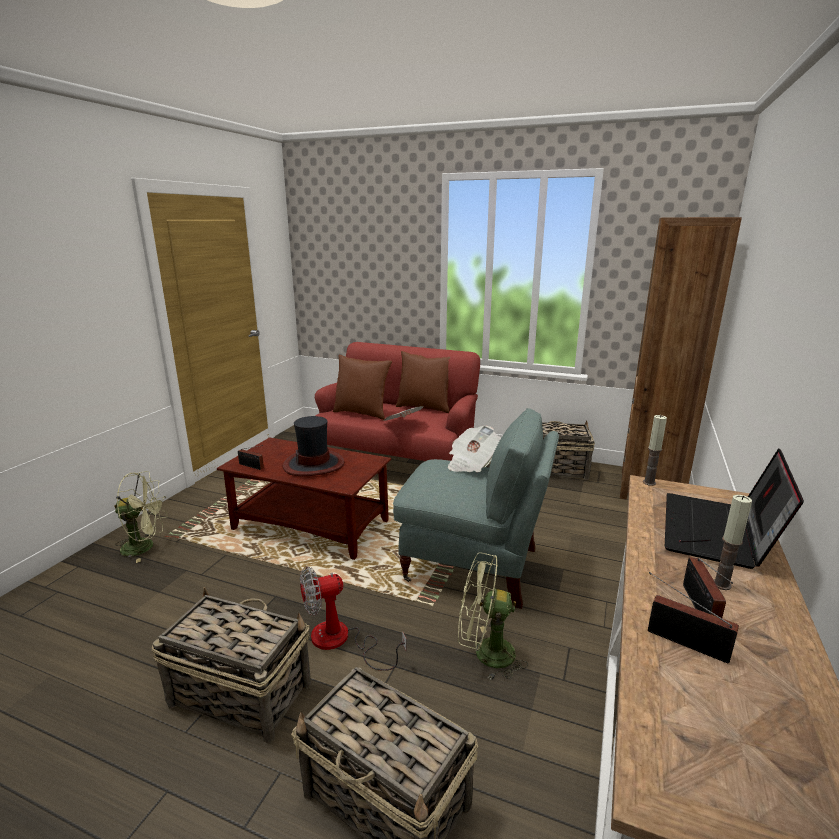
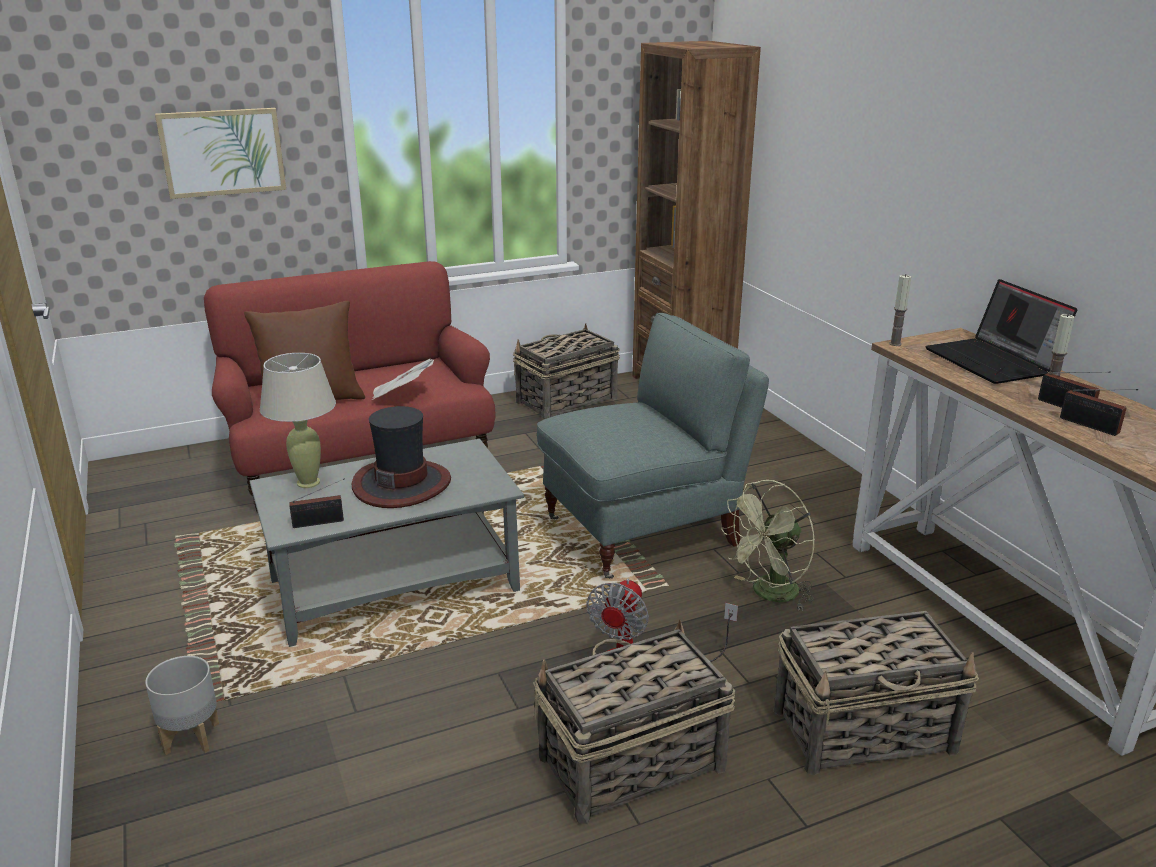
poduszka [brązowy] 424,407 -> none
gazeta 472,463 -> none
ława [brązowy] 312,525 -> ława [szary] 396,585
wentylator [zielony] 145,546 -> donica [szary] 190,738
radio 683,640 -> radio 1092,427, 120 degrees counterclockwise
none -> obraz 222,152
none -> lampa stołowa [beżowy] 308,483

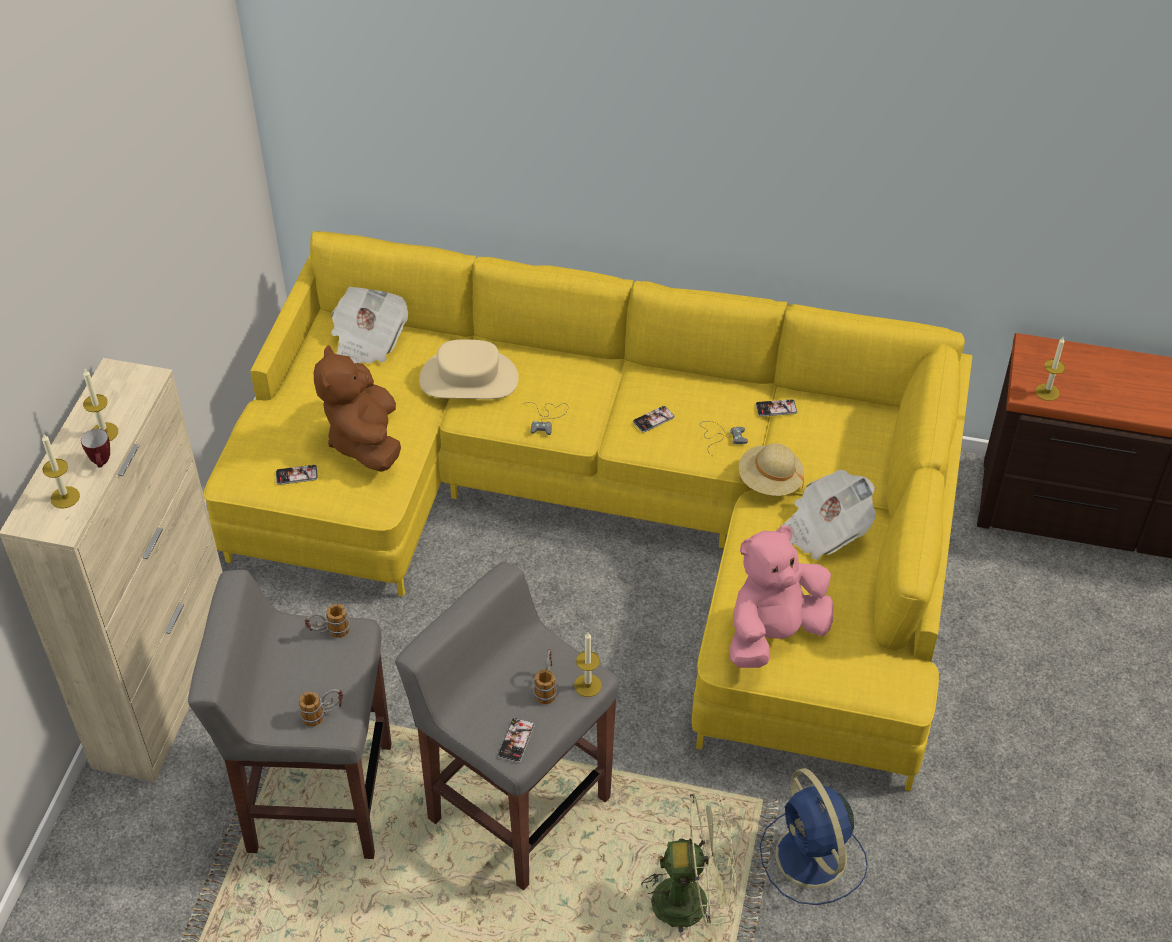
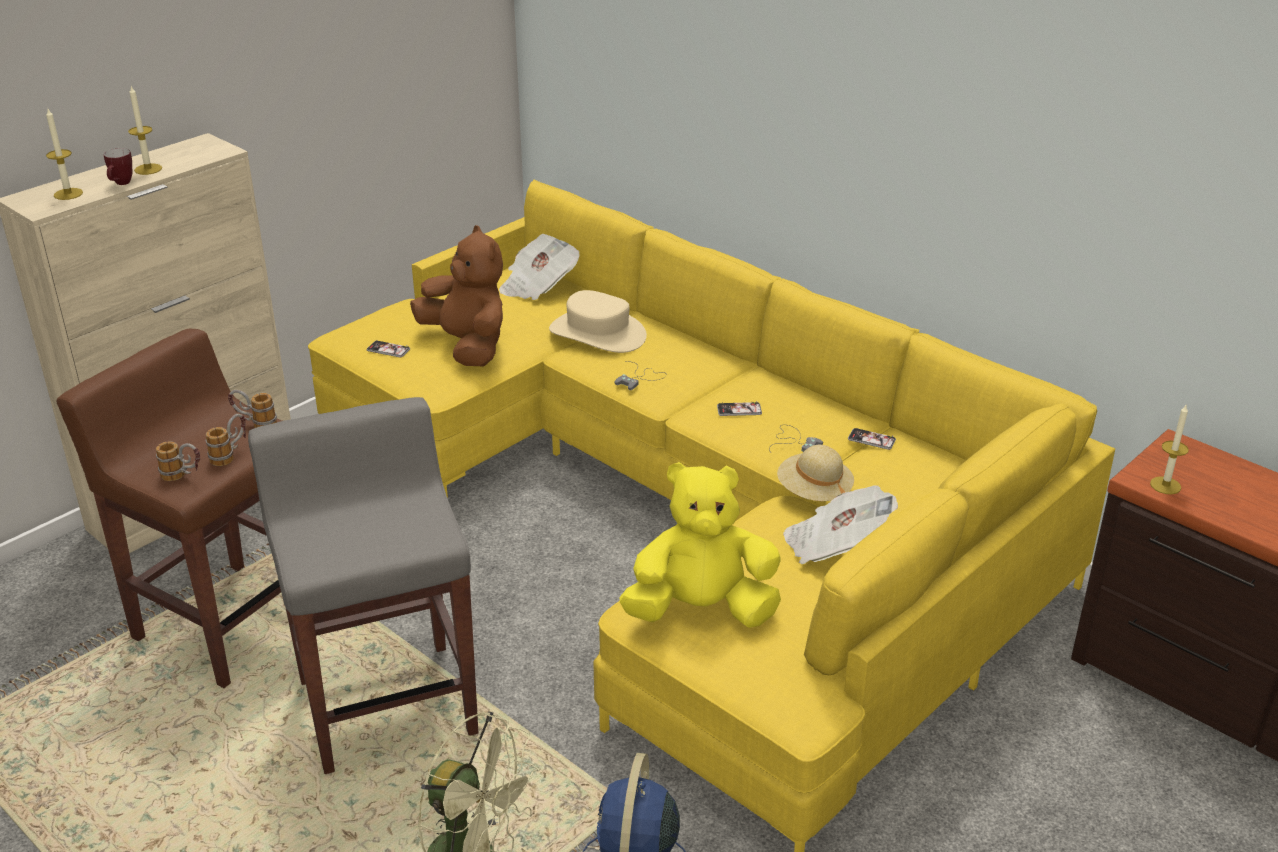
pluszak [brązowy] 365,441 -> pluszak [brązowy] 467,346, 120 degrees clockwise
pluszak [różowy] 774,634 -> pluszak [żółty] 701,610
stołek [szary] 317,796 -> stołek [brązowy] 229,622
świeca 587,685 -> none
kubek 546,686 -> kubek 230,454, relocated
telefon 516,740 -> none

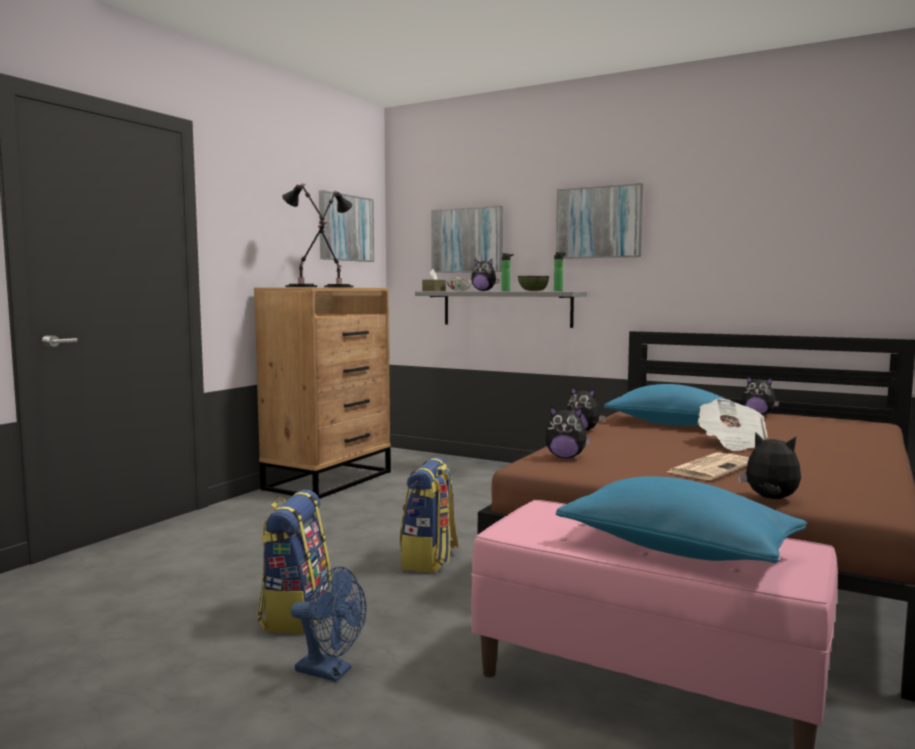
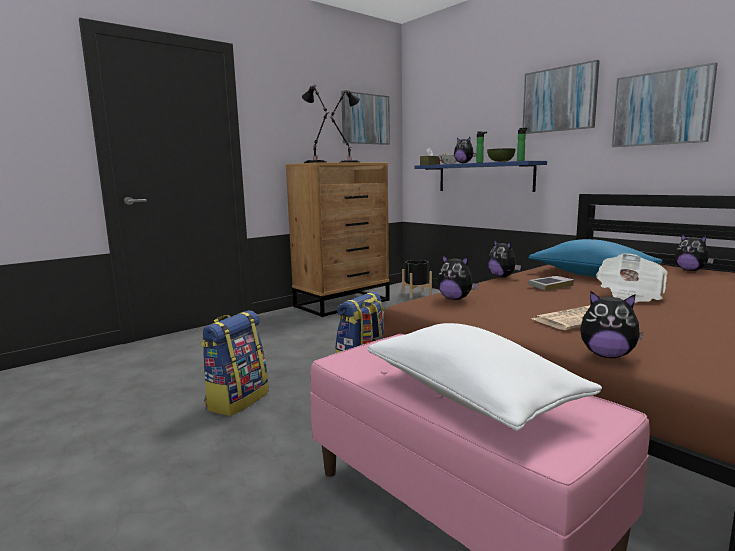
obraz 467,240 -> obraz 661,108, relocated
półka [szary] 506,308 -> półka [niebieski] 484,177
pluszak 770,499 -> pluszak 607,355, 150 degrees clockwise
poduszka [niebieski] 676,549 -> poduszka [biały] 470,396
wentylator [niebieski] 331,672 -> none
none -> donica [czarny] 416,294
none -> książka 550,286

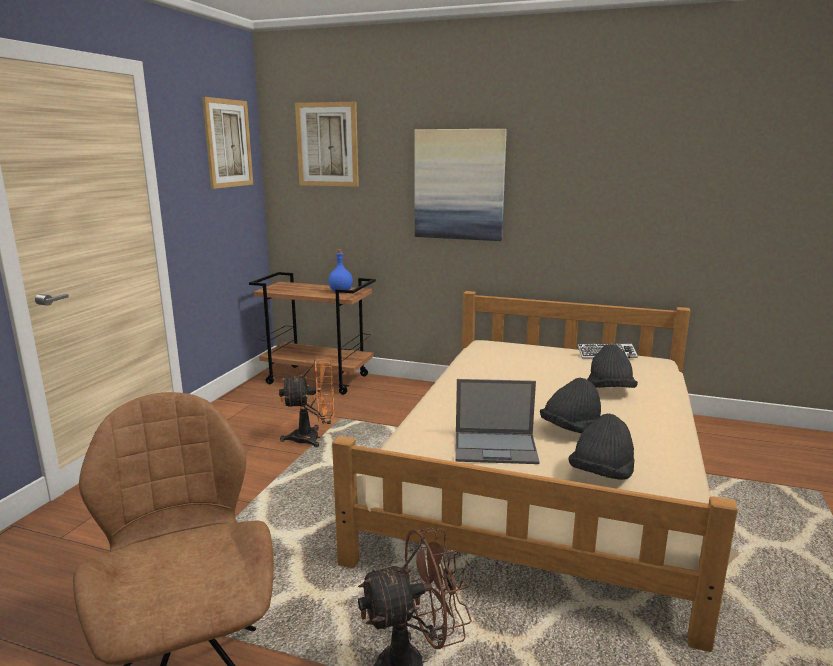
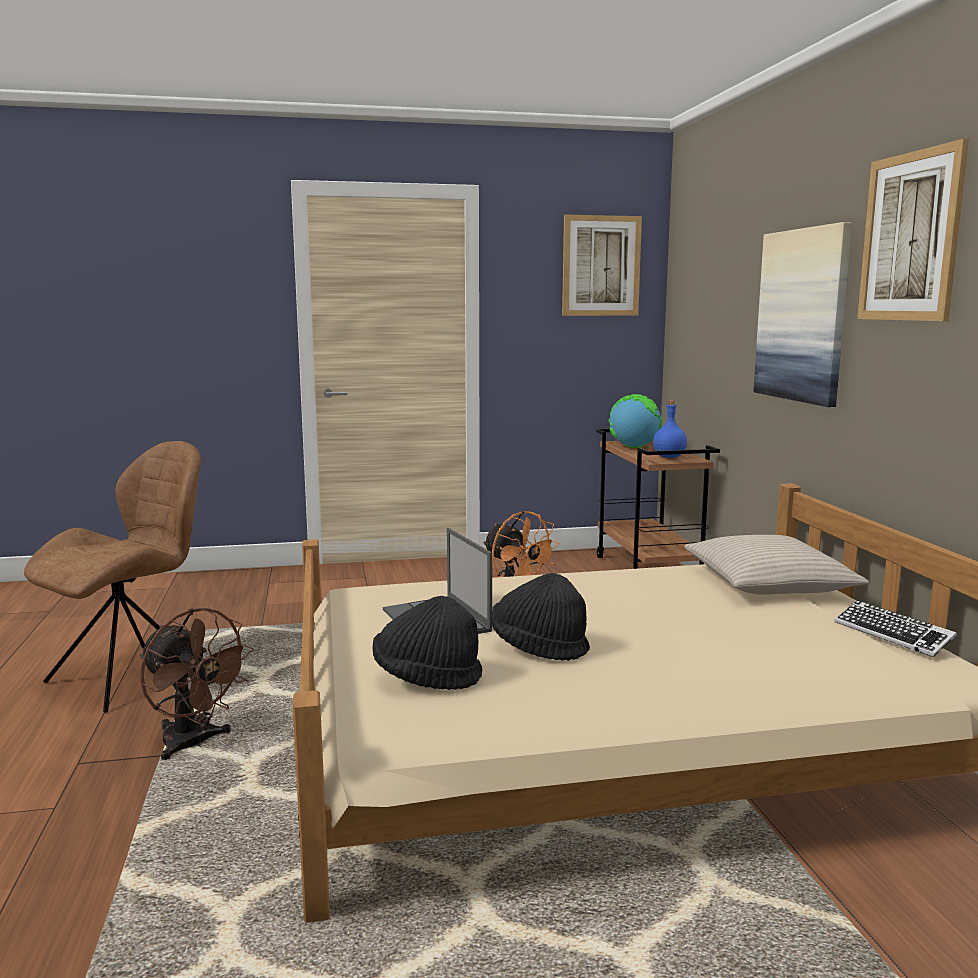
obraz 327,144 -> obraz 910,237, relocated
kapelusz [czarny] 609,390 -> none
none -> globus 633,447
none -> poduszka [beżowy] 768,583

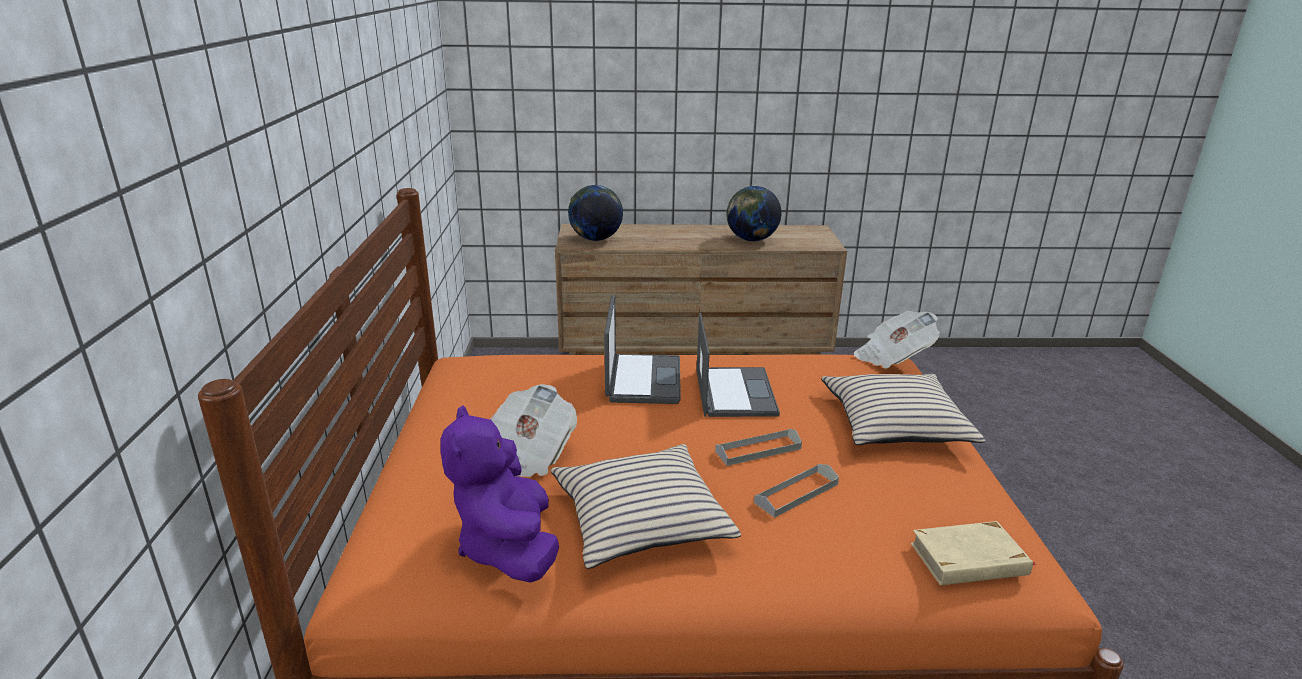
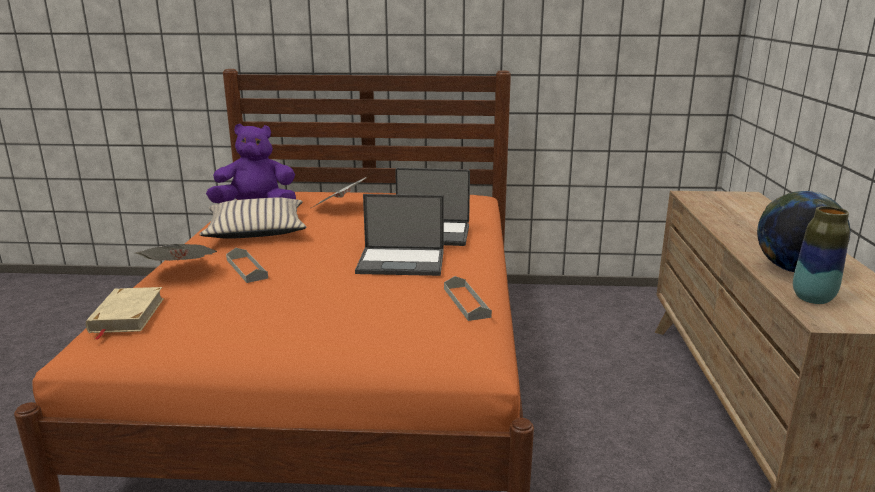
globus 596,239 -> none
gazeta 892,357 -> gazeta 181,272, relocated
poduszka [beżowy] 894,423 -> none
taca [szary] 758,450 -> taca [szary] 466,302, relocated
none -> wazon 812,299

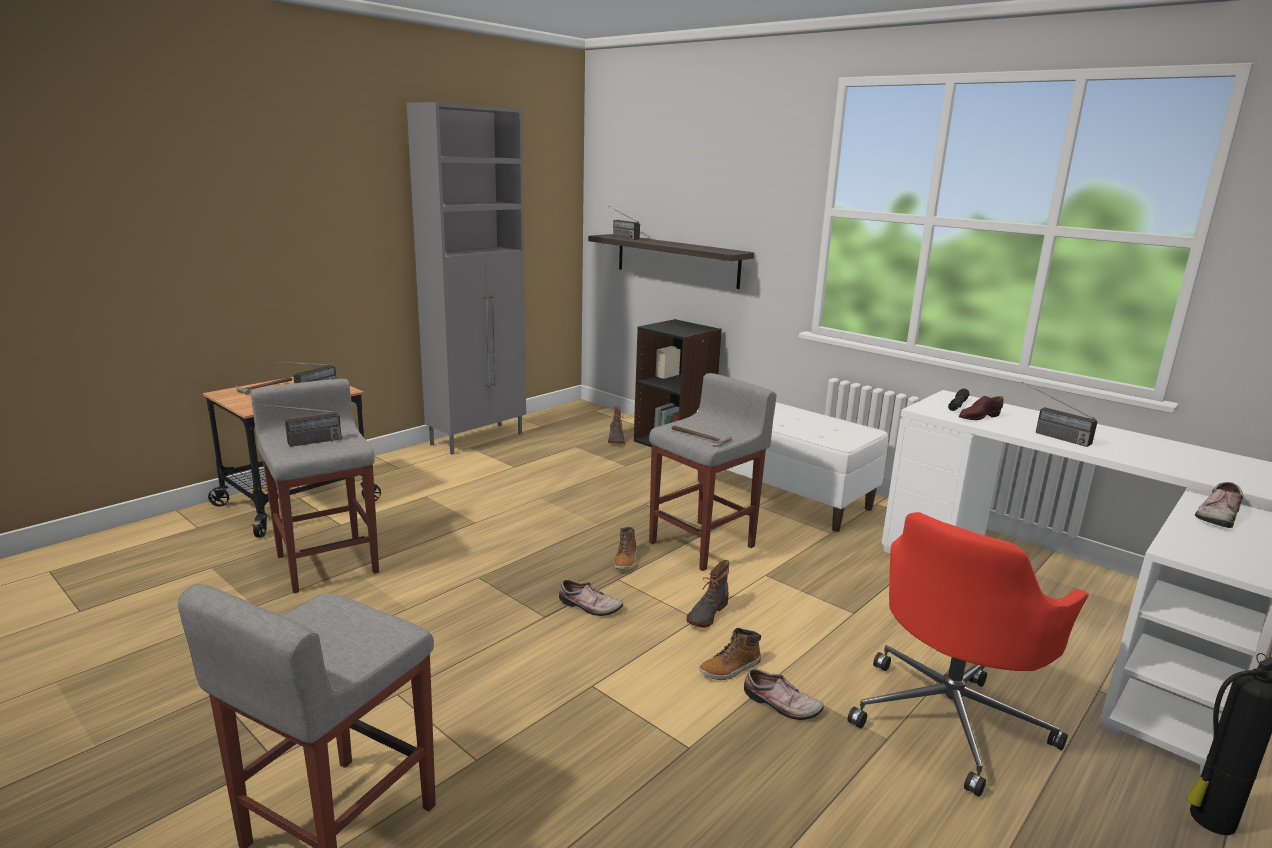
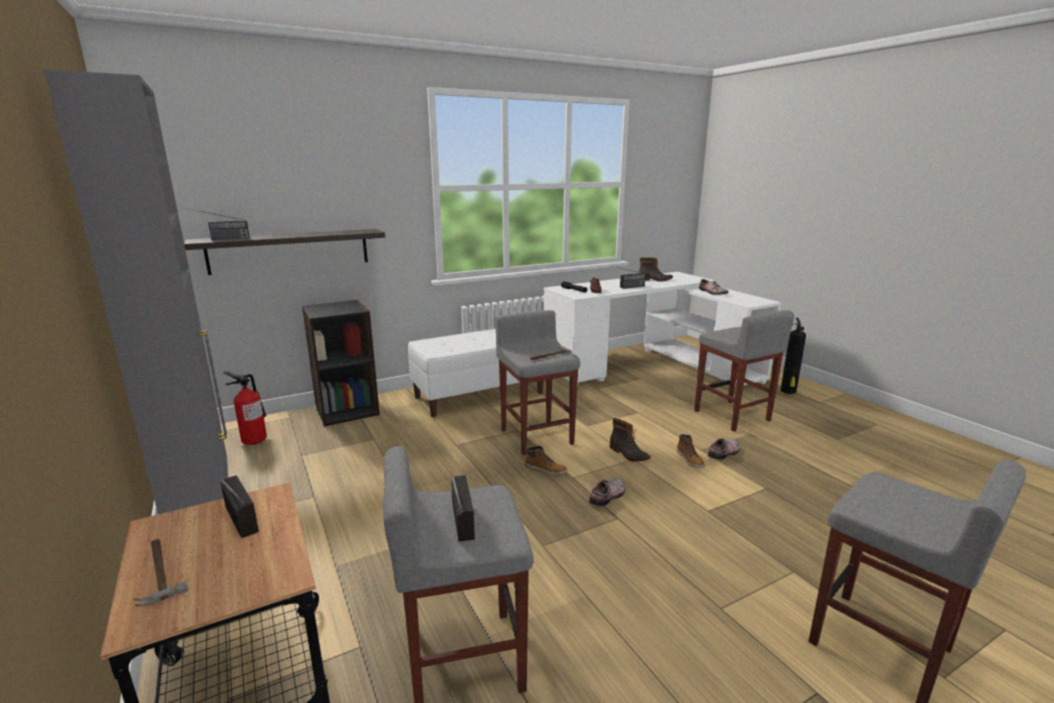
but z cholewką 615,439 -> but z cholewką 655,280, relocated
krzesło biurowe [czerwony] 950,718 -> stołek [szary] 732,416
none -> gaśnica 255,440

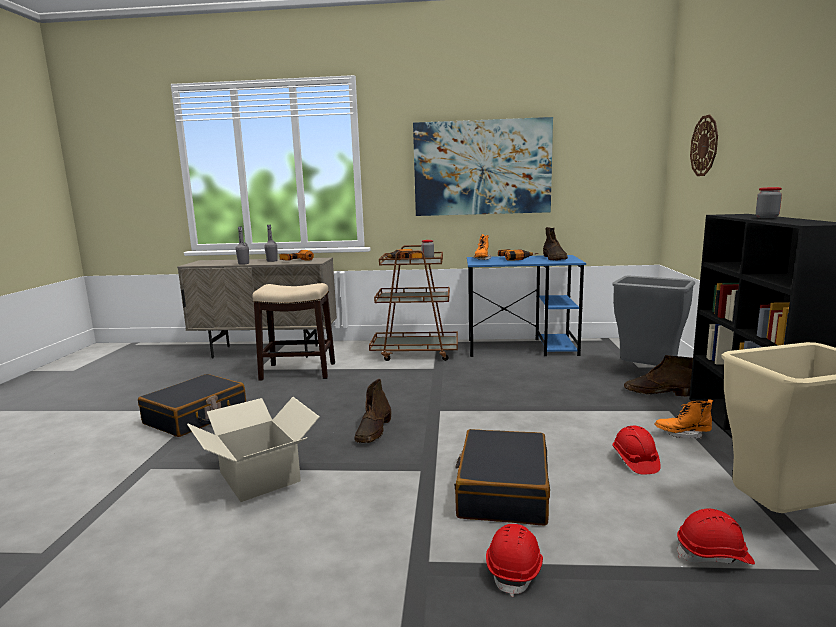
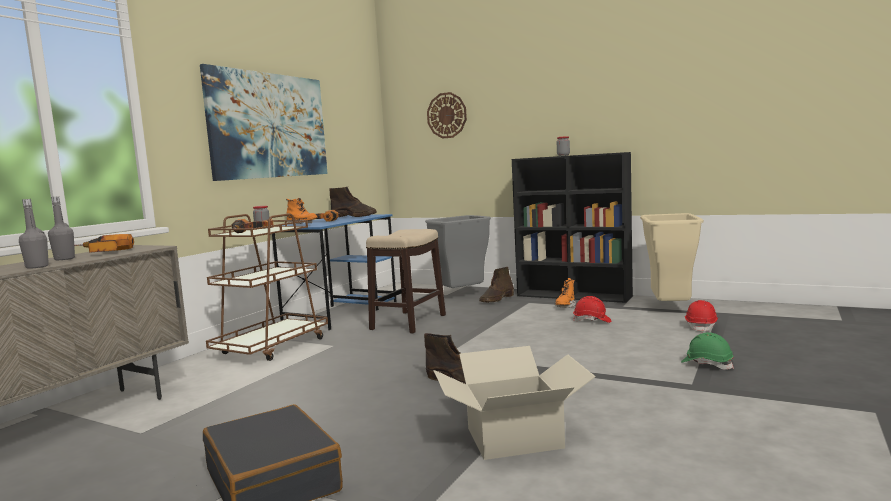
stołek 297,371 -> stołek 408,322, relocated
walizka [czarny] 502,490 -> none
kask [czerwony] 515,570 -> kask [zielony] 707,364

